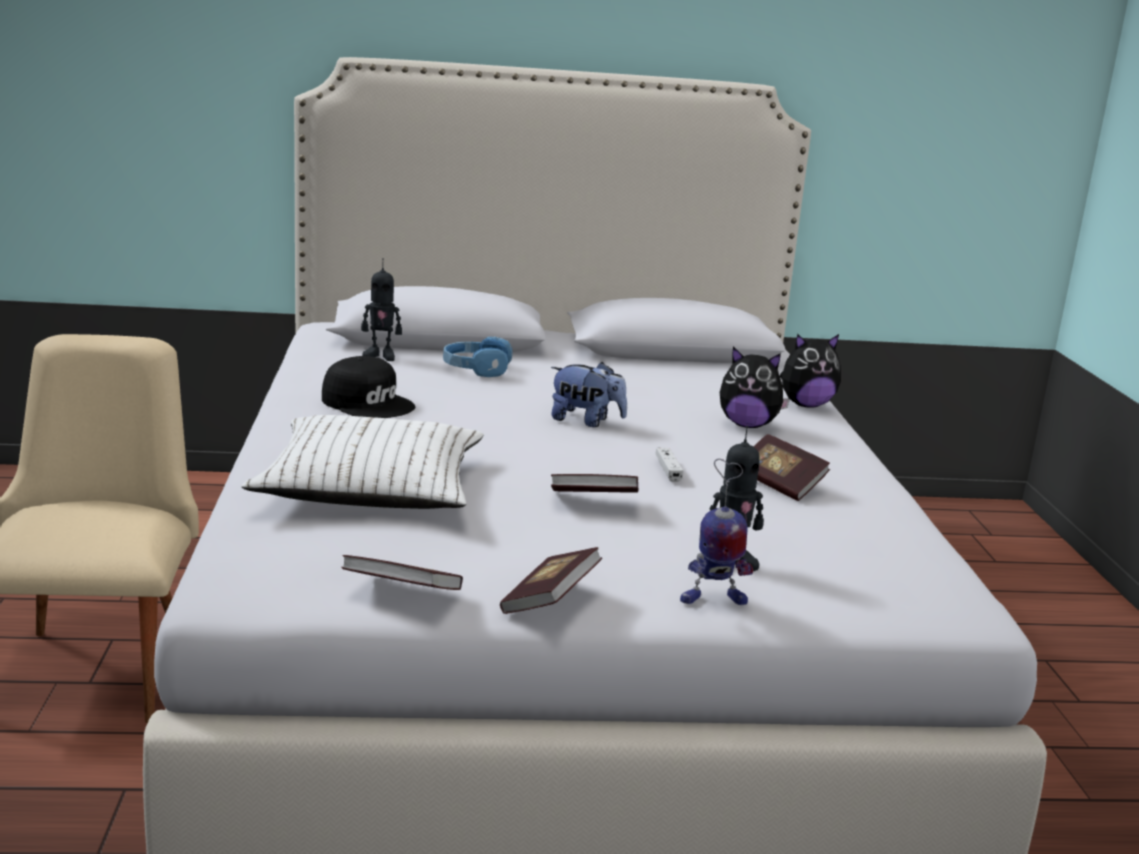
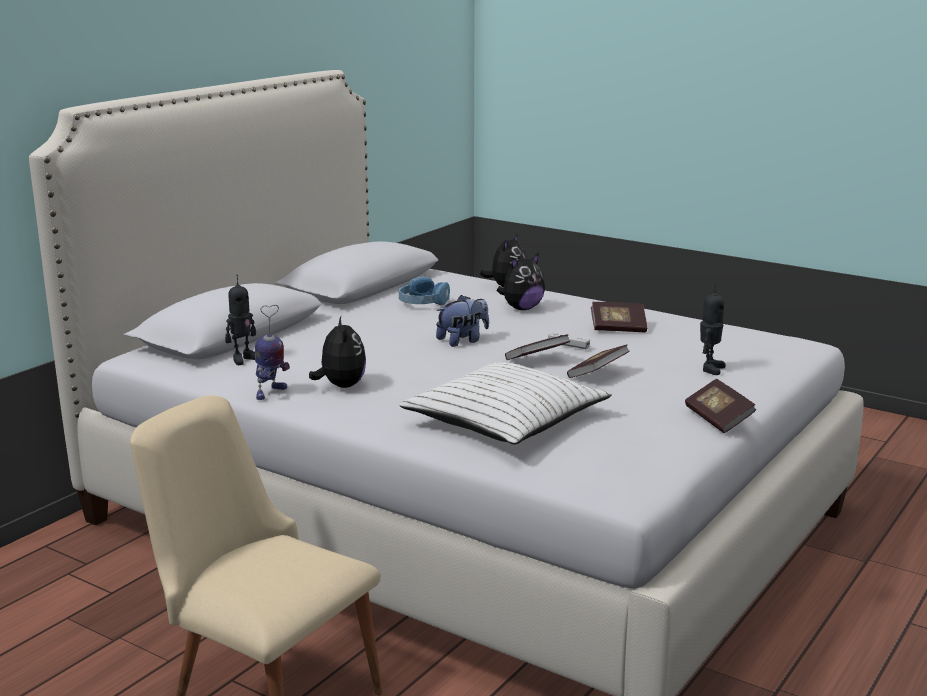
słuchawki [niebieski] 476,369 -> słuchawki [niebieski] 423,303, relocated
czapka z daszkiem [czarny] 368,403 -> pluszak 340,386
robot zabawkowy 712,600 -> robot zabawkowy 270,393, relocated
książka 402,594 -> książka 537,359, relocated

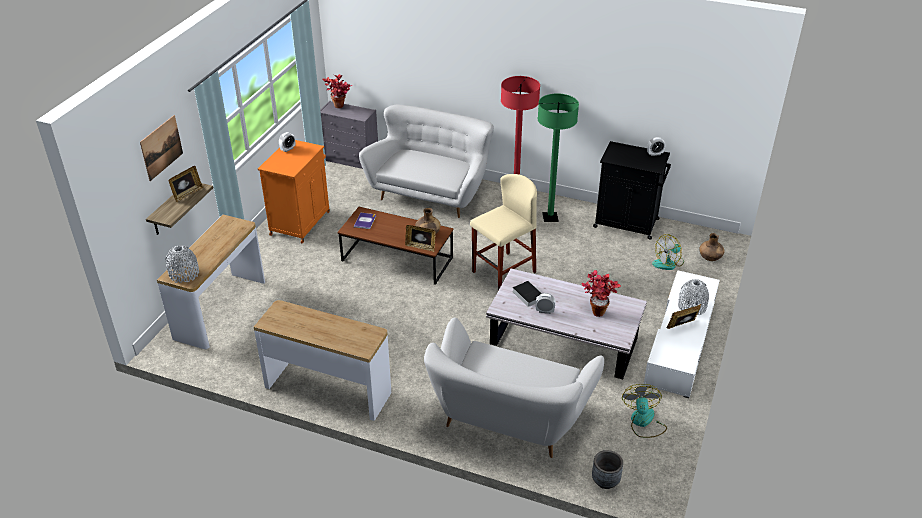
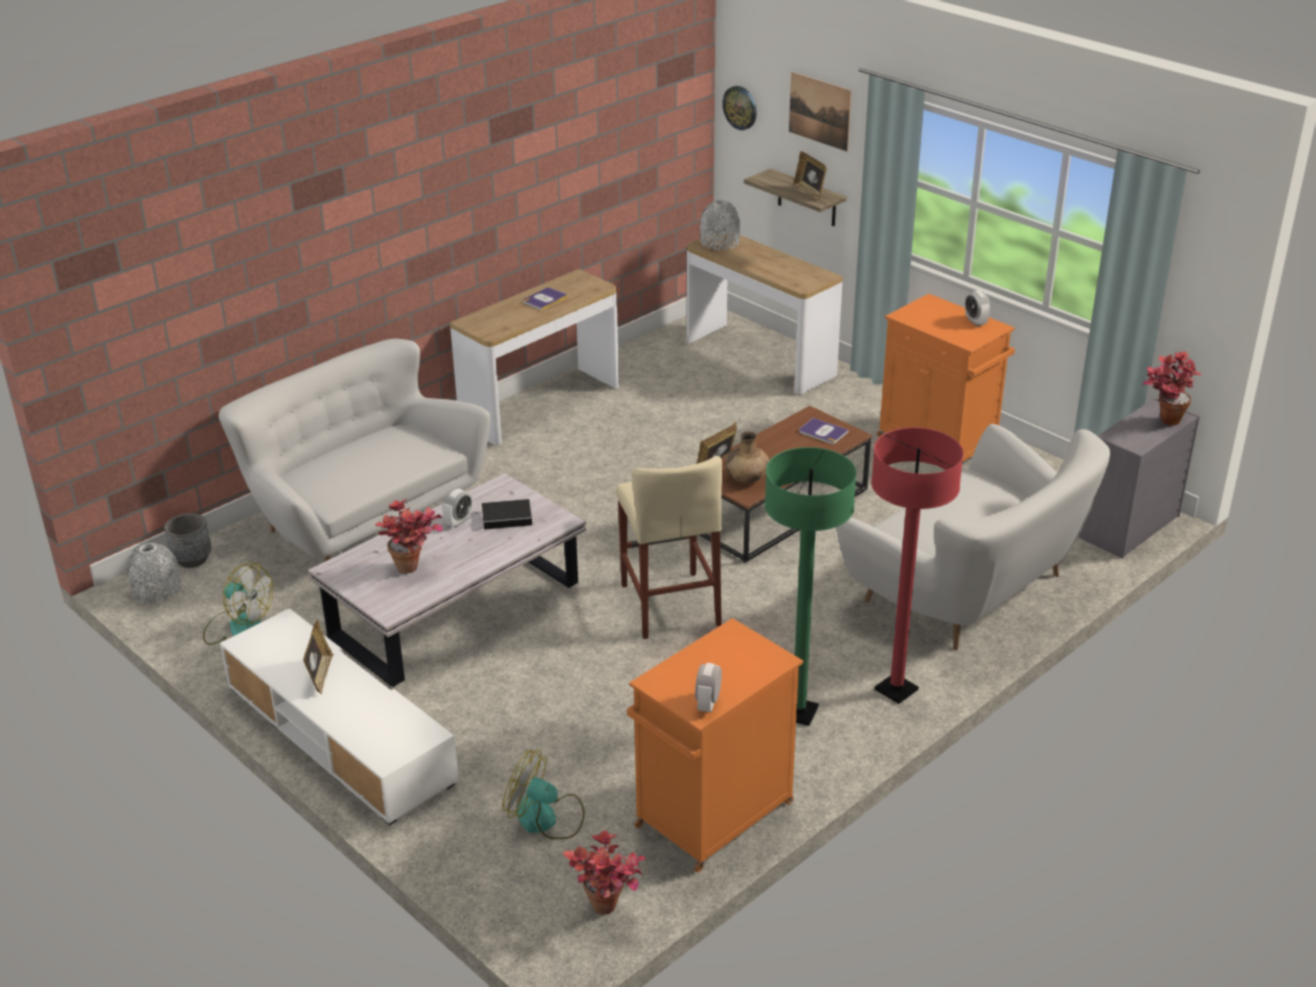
szafka [czarny] 627,223 -> szafka [pomarańczowy] 712,817
wazon [brązowy] 710,258 -> none
wentylator 668,263 -> wentylator 546,819, 60 degrees counterclockwise
wazon [szary] 692,307 -> wazon [szary] 157,590, relocated
none -> zegar ścienny 740,107
none -> książka 544,299
none -> roślina doniczkowa 609,912

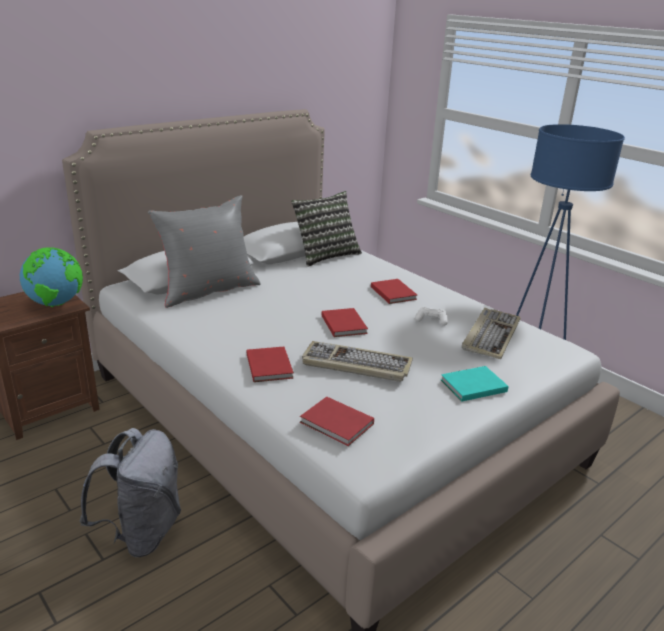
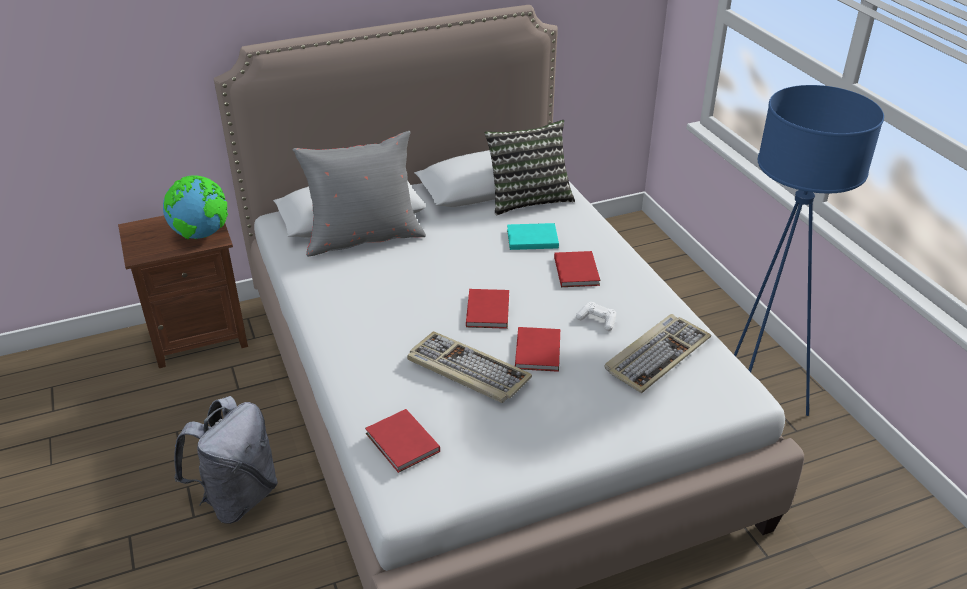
książka [czerwony] 270,365 -> książka [czerwony] 539,350, relocated
książka [turkusowy] 471,385 -> książka [turkusowy] 531,238, relocated

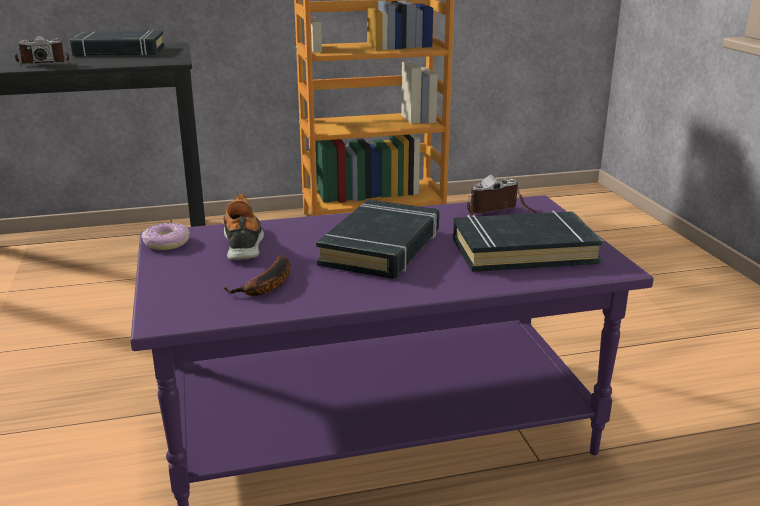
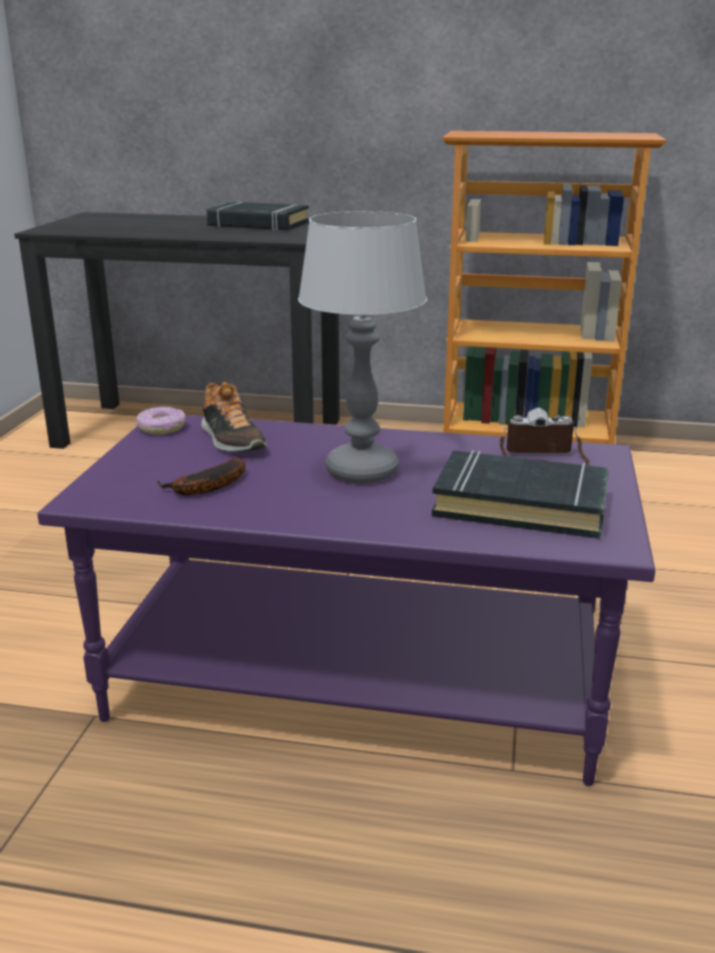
aparat fotograficzny 43,63 -> none
but 243,243 -> but 231,440, 135 degrees clockwise
książka [czarny] 381,247 -> lampa stołowa 363,471

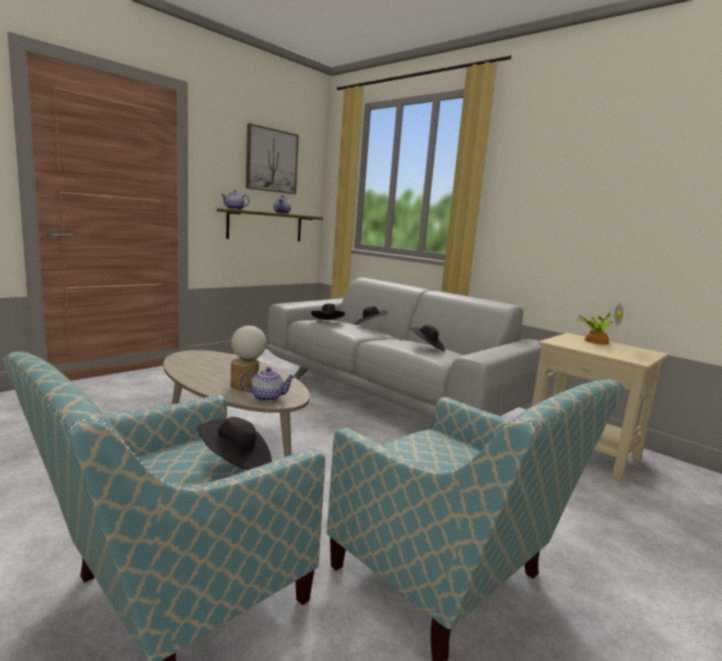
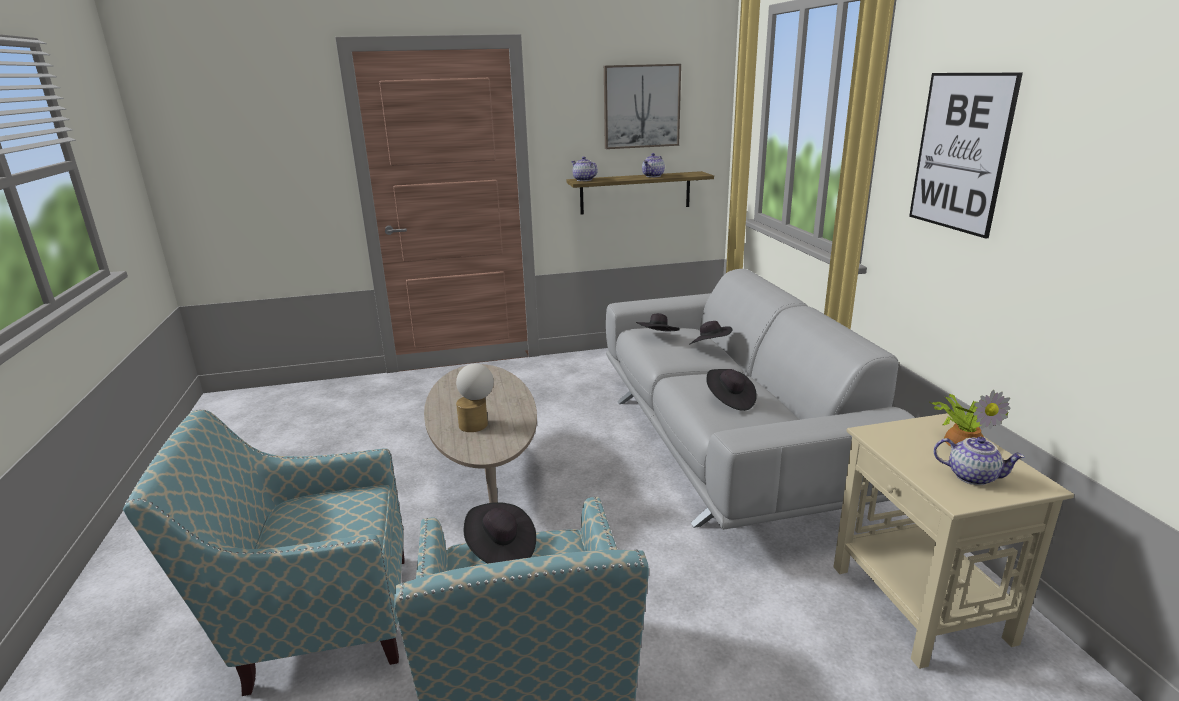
imbryk 267,397 -> imbryk 972,476, relocated
kapelusz [czarny] 236,462 -> kapelusz [czarny] 500,550, relocated
none -> obraz 960,152

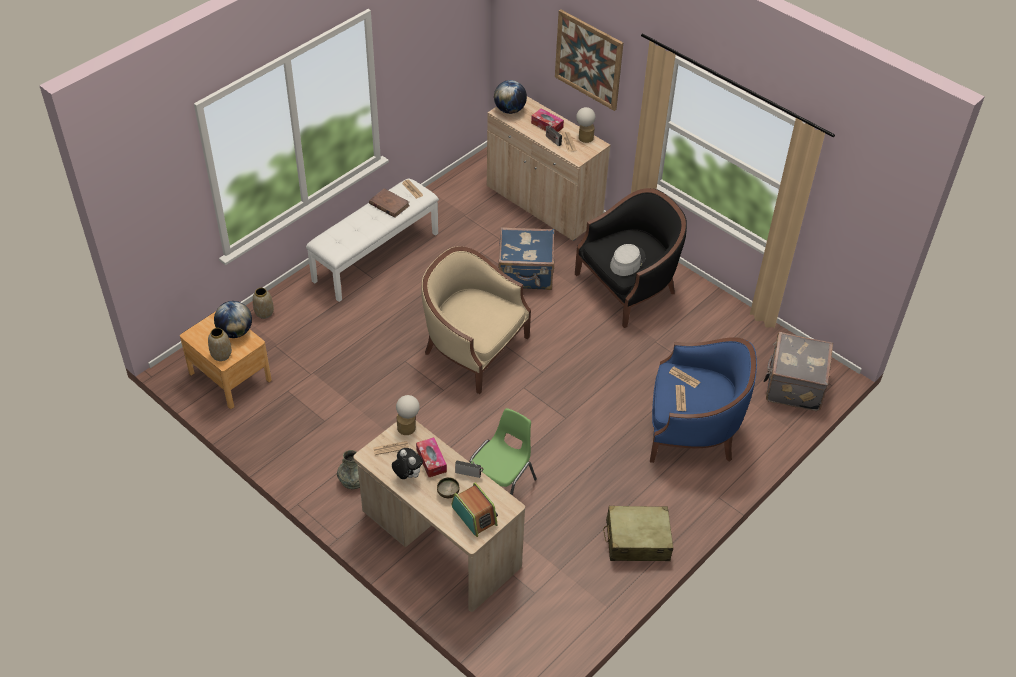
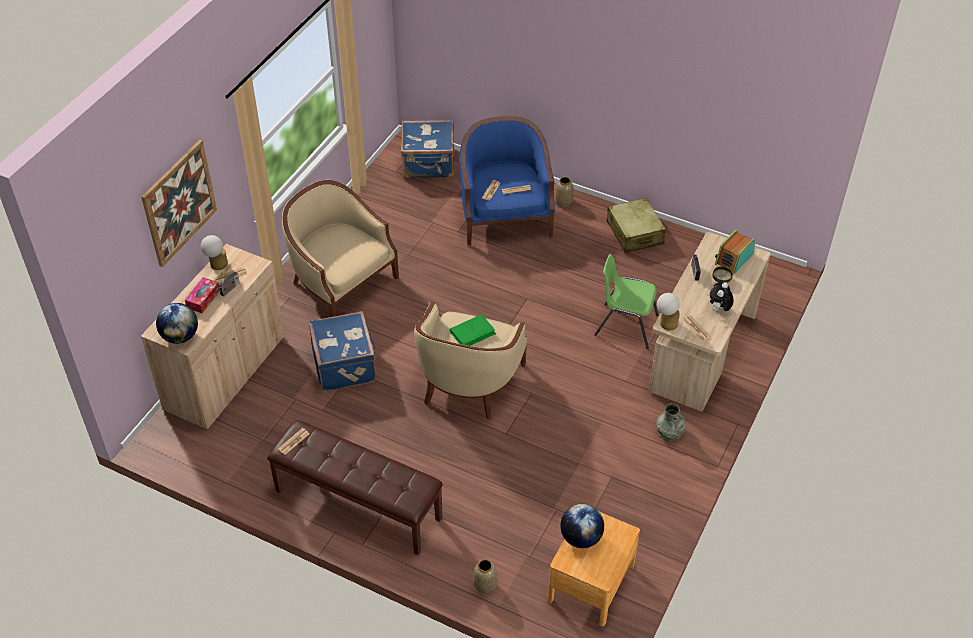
ławka [biały] 375,256 -> ławka [brązowy] 357,505
książka [brązowy] 389,205 -> none
fotel [czarny] 628,288 -> fotel [beżowy] 341,283
kapelusz [szary] 627,261 -> none
wazon 222,355 -> wazon 563,202, relocated
walizka [szary] 793,385 -> walizka [niebieski] 429,164
pudełko chusteczek 431,461 -> none
none -> książka [zielony] 472,333

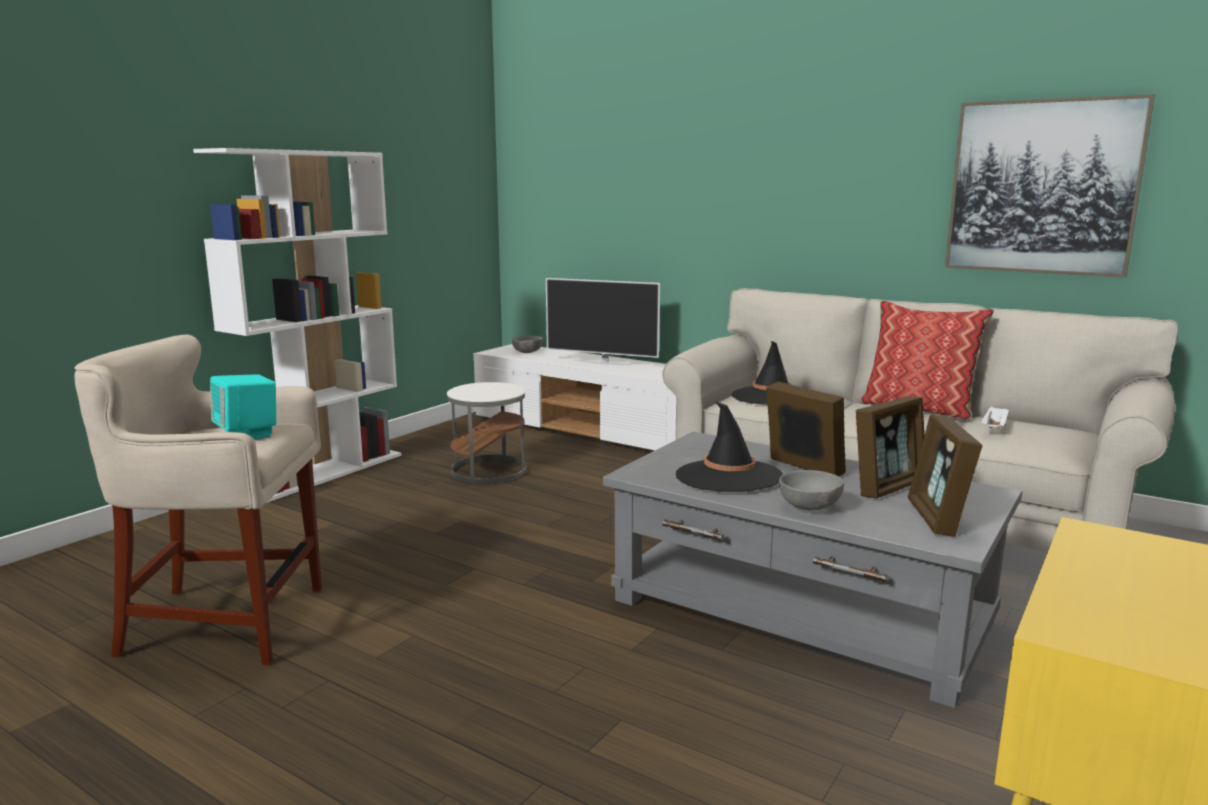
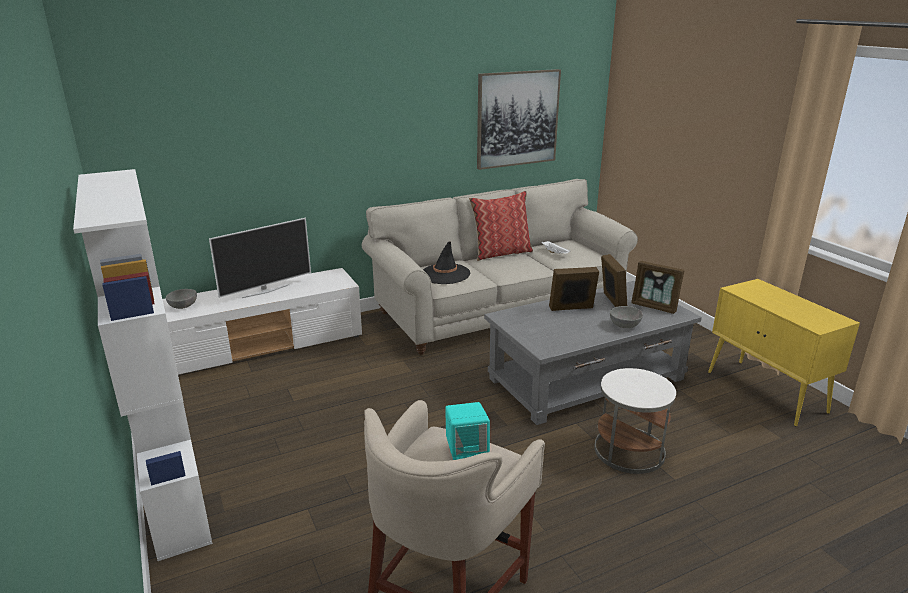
stolik [biały] 489,471 -> stolik [biały] 629,450, relocated
kapelusz [czarny] 728,476 -> none

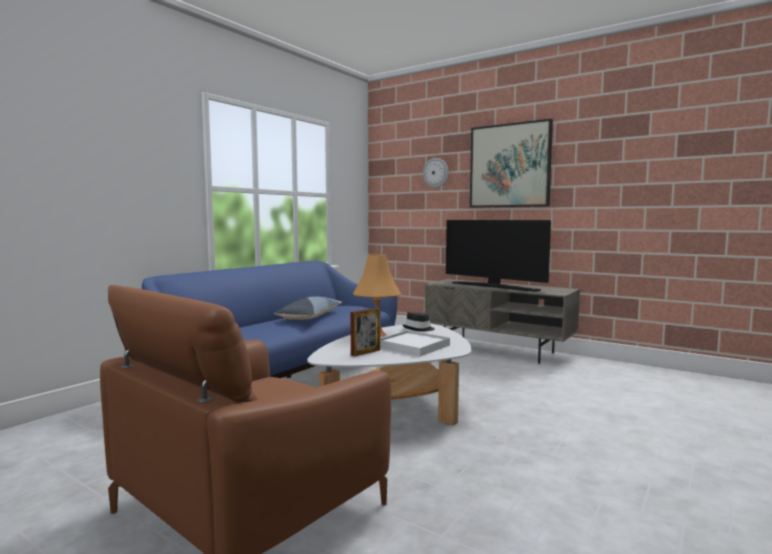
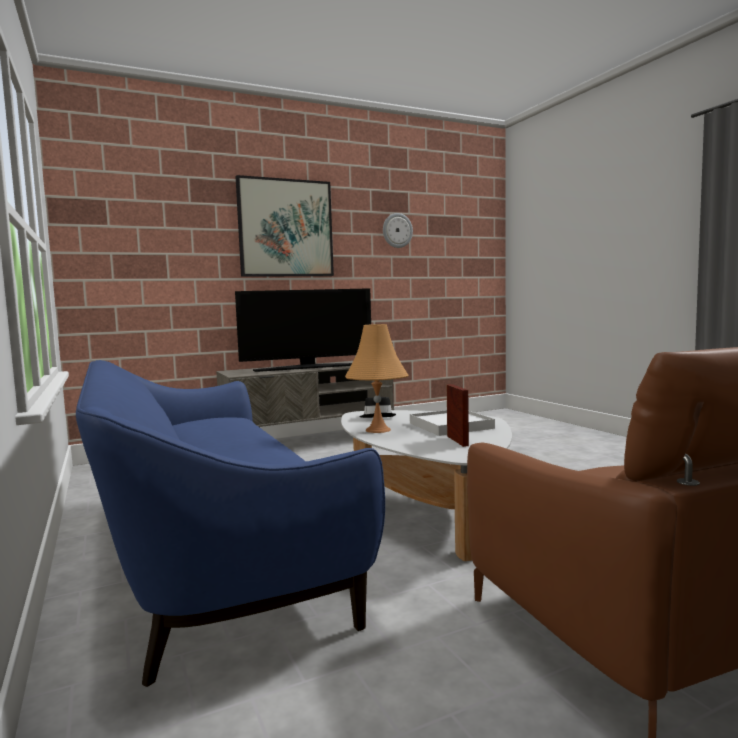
zegar ścienny 436,173 -> zegar ścienny 397,230, relocated
poduszka 309,316 -> none

